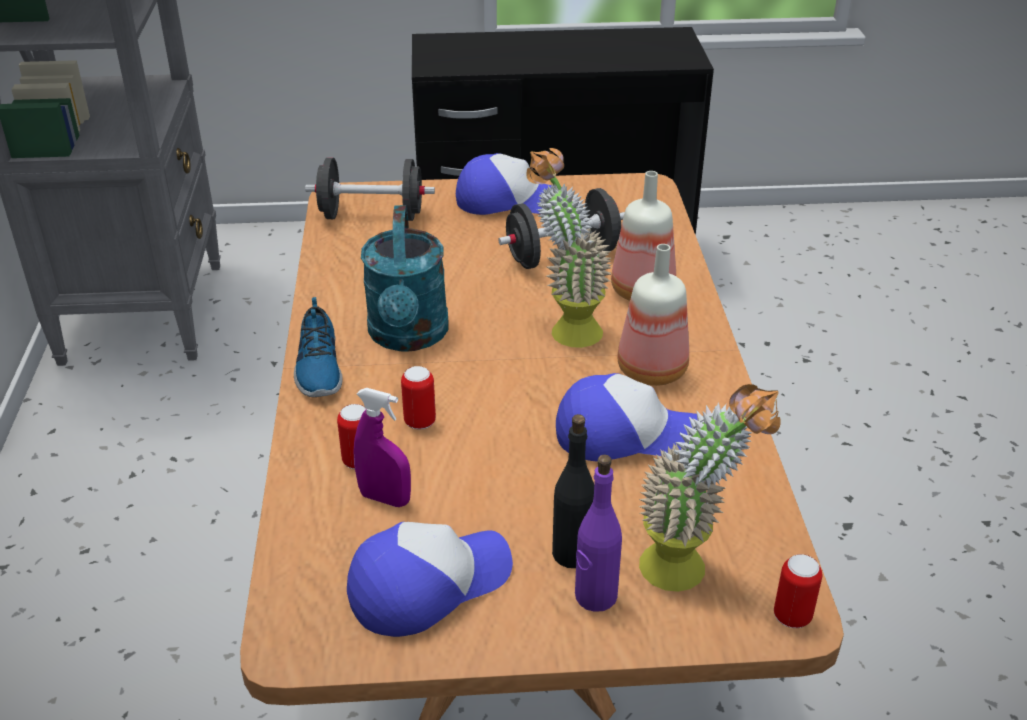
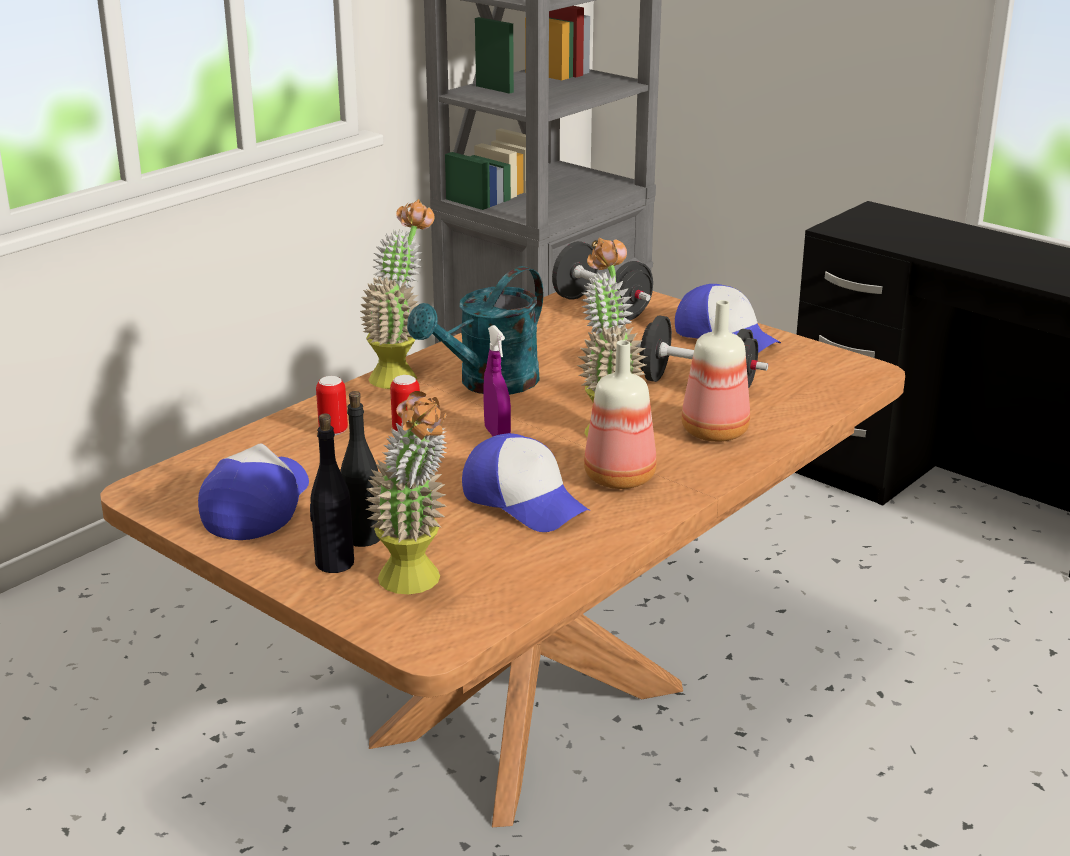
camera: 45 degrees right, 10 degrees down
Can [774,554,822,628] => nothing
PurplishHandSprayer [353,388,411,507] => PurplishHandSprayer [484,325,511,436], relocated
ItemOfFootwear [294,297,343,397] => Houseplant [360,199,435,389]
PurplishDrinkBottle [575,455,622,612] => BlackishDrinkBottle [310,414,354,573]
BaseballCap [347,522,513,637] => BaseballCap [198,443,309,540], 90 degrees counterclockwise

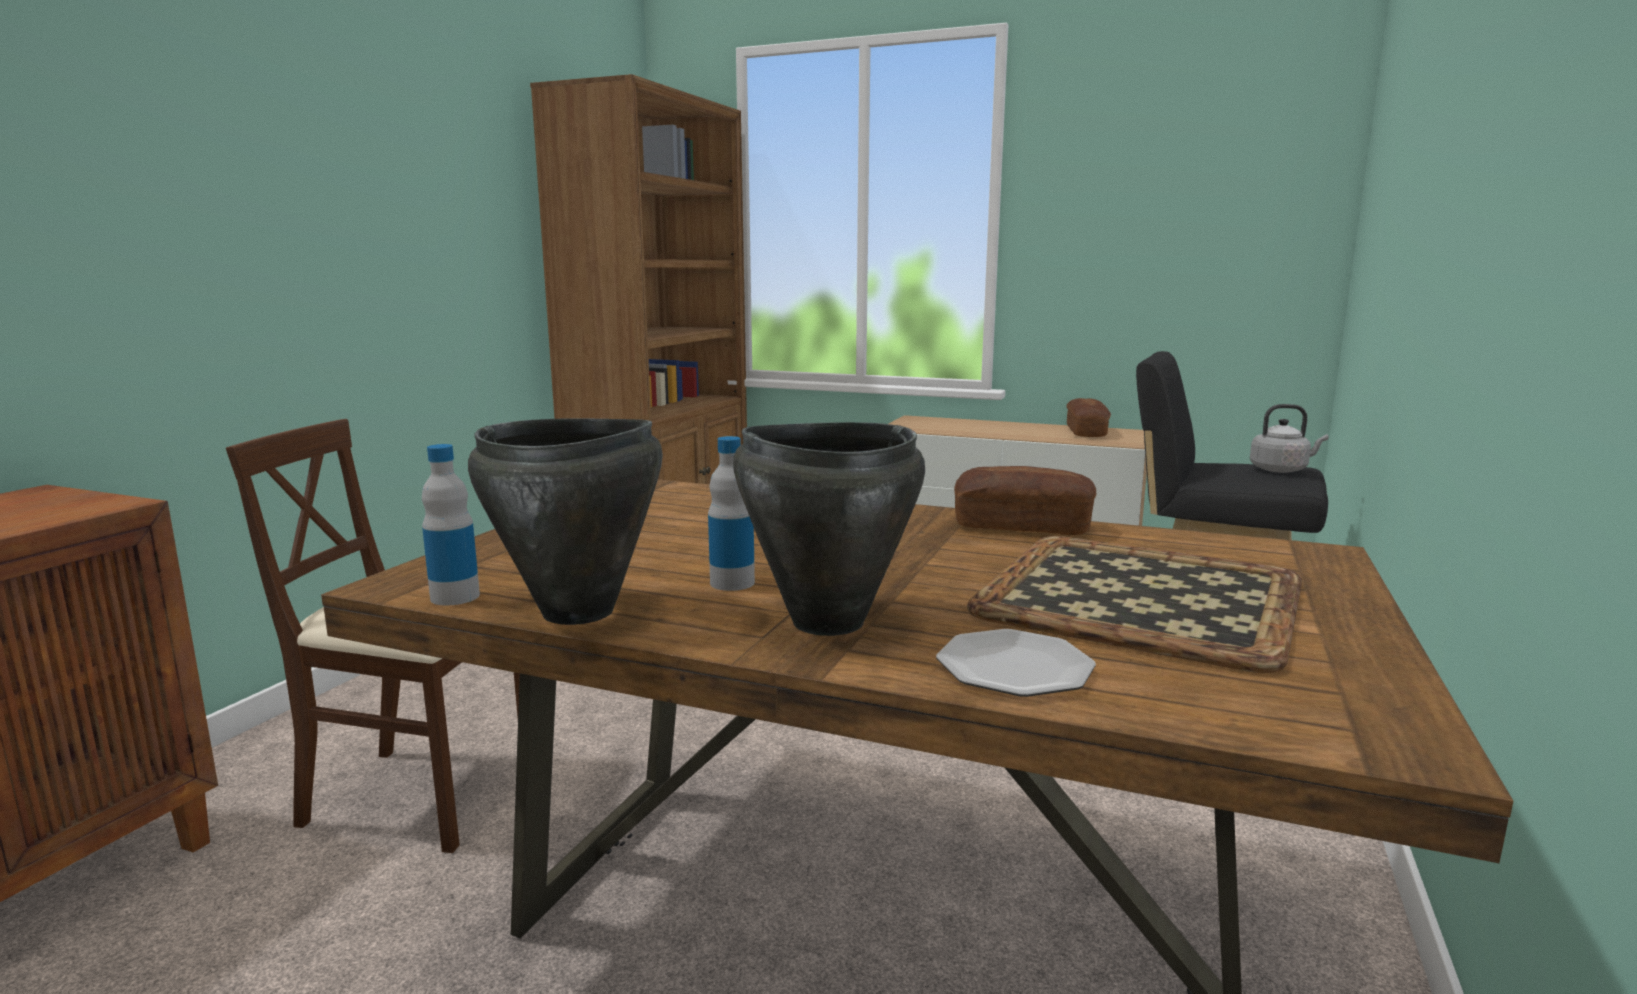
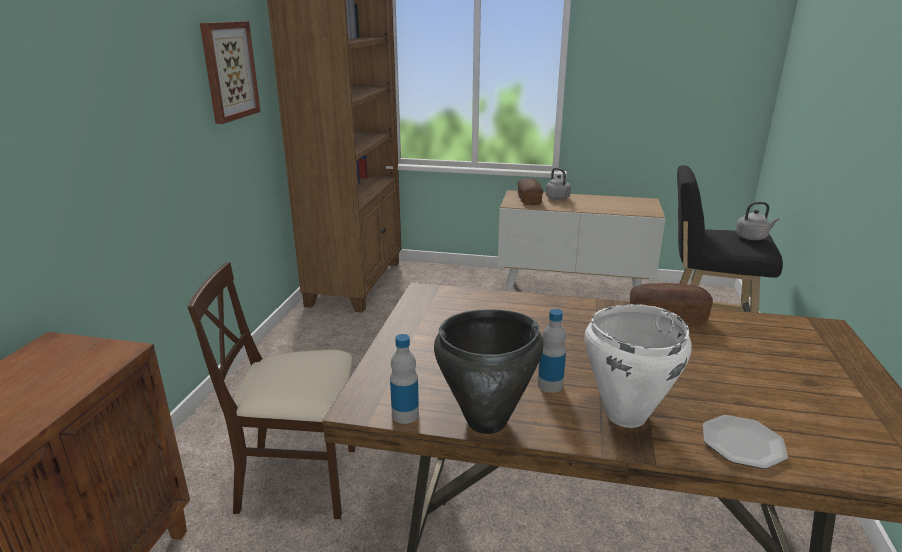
camera: 10 degrees left, 10 degrees up
Tray [967,536,1302,673] => nothing
nothing => Picture [200,21,261,124]
nothing => GreyishKettle [546,168,572,200]
BakedBread [1067,398,1111,437] => BakedBread [518,178,544,205], relocated
BlackishStockpot [733,422,925,636] => WhitishStockpot [585,304,692,428]

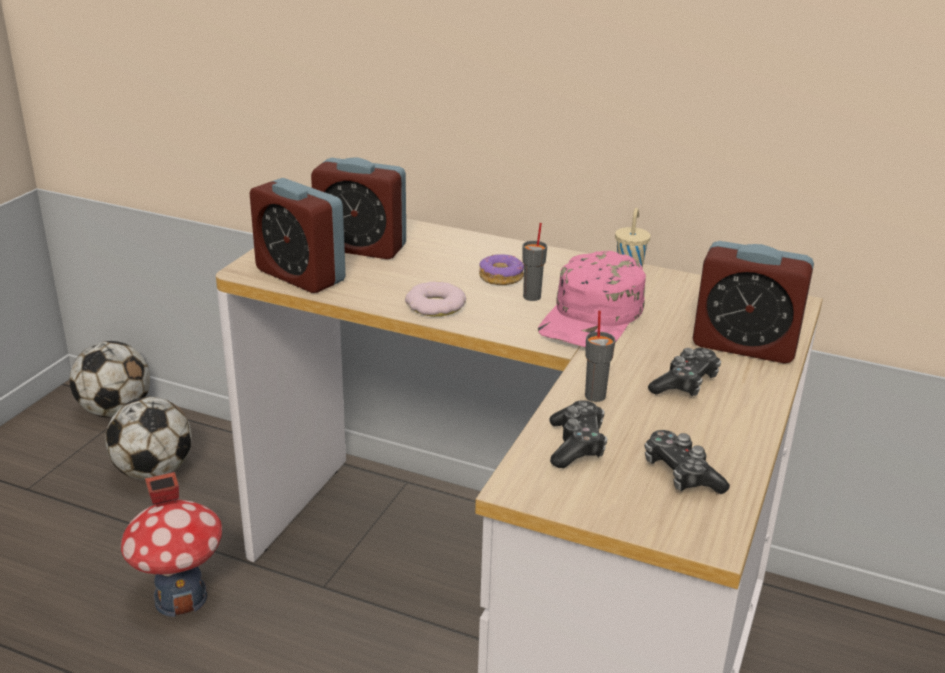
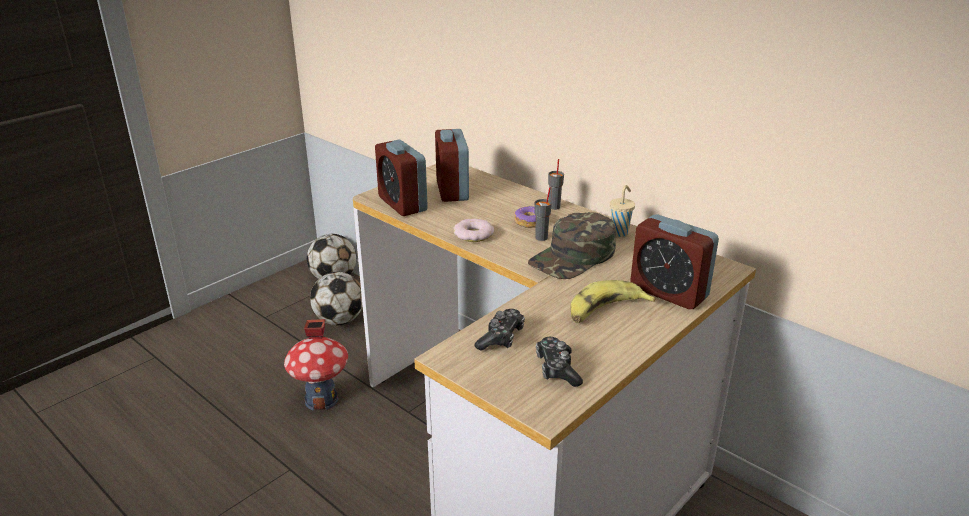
camera: 20 degrees right, 0 degrees up
GreyishCup [585,310,616,402] => GreyishCup [548,159,564,210], relocated
Gamepad [648,348,721,396] => WholeBanana [570,280,655,323]
PinkishBaseballCap [538,251,646,347] => GreenColouredBaseballCap [528,212,616,279]
TableClock [311,158,406,259] => TableClock [435,129,469,202], 45 degrees clockwise

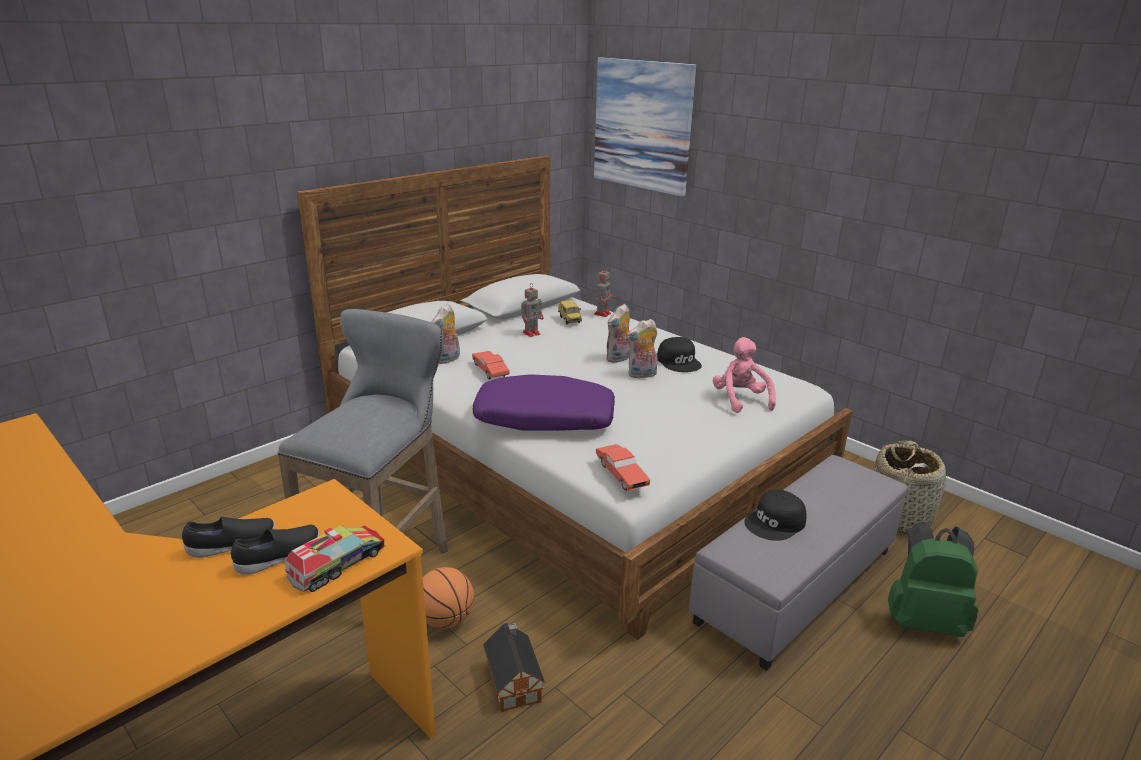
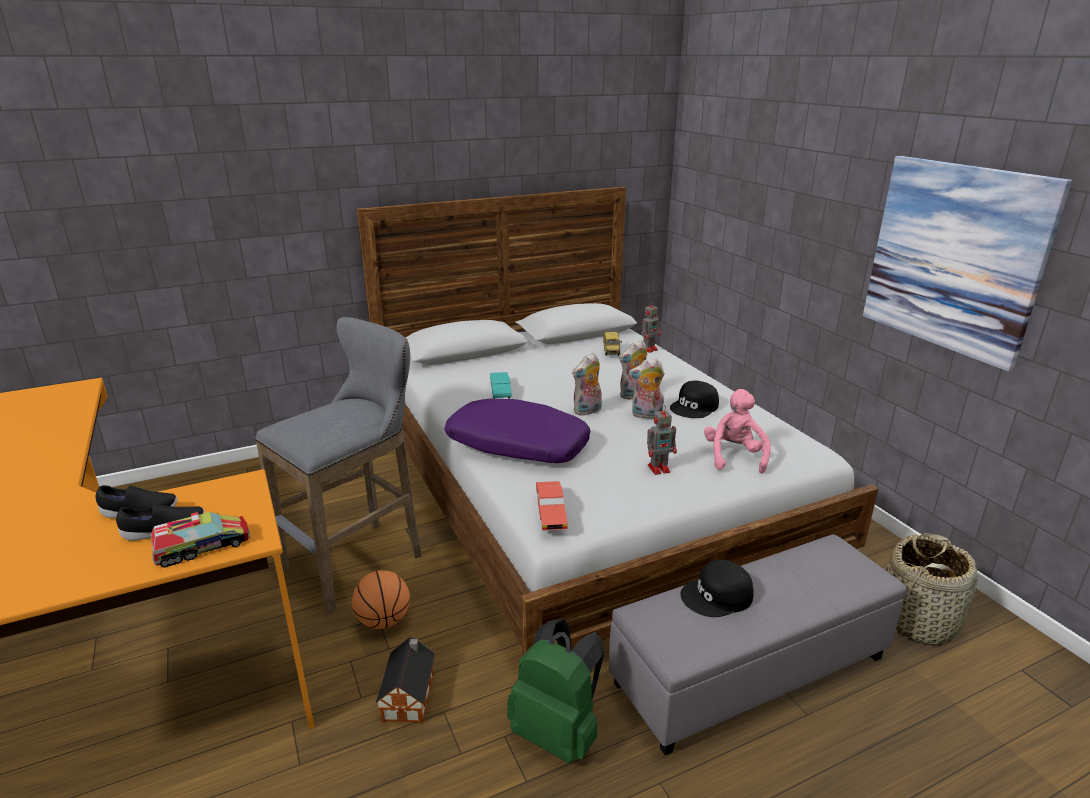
camera: 20 degrees right, 0 degrees up
SoftToy [432,304,460,364] => SoftToy [572,353,602,416], relocated
RobotFigure [521,284,544,337] => RobotFigure [647,405,677,475], relocated
Picture [594,57,696,196] => Picture [863,156,1072,371], relocated
GreenColouredKnapsack [888,521,978,637] => GreenColouredKnapsack [507,618,604,764], relocated
ReddishModelCar [472,351,509,379] => TurquoiseColouredModelCar [490,372,512,399]
BlackishBaseballCap [657,337,702,372] => BlackishBaseballCap [670,381,719,418], 45 degrees clockwise

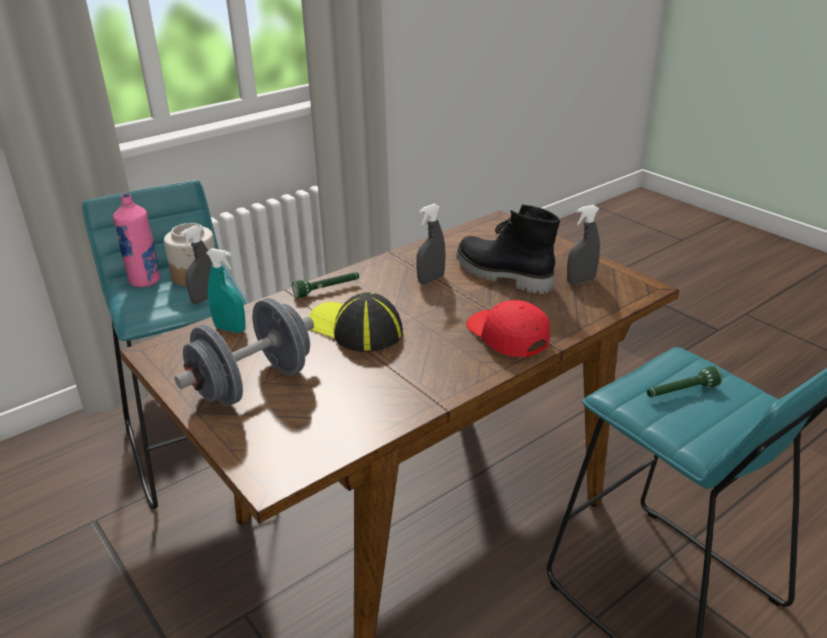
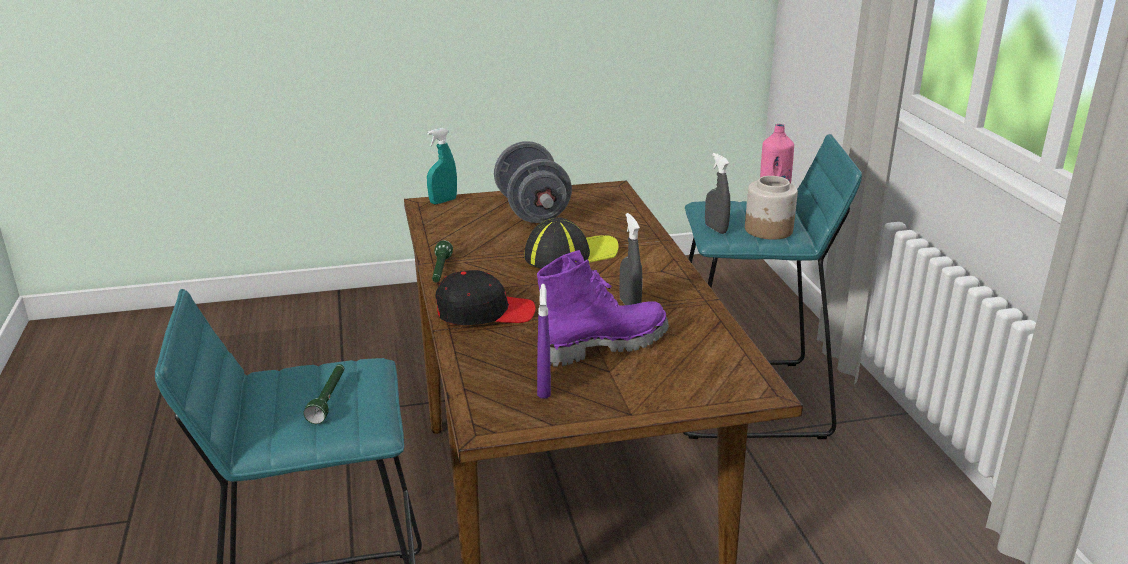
camera: 115 degrees right, 5 degrees down
TurquoiseColouredHandSprayer [206,248,246,333] => TurquoiseColouredHandSprayer [427,128,457,204], relocated
GreenColouredTorch [292,272,359,298] => GreenColouredTorch [432,240,453,283], relocated
BlackishBoot [456,204,560,294] => PurplishBoot [537,250,669,367]
ReddishBaseballCap [466,300,550,357] => BlackishBaseballCap [435,270,536,325]
GreyishHandSprayer [567,205,600,285] => PurplishHandSprayer [537,284,551,398]

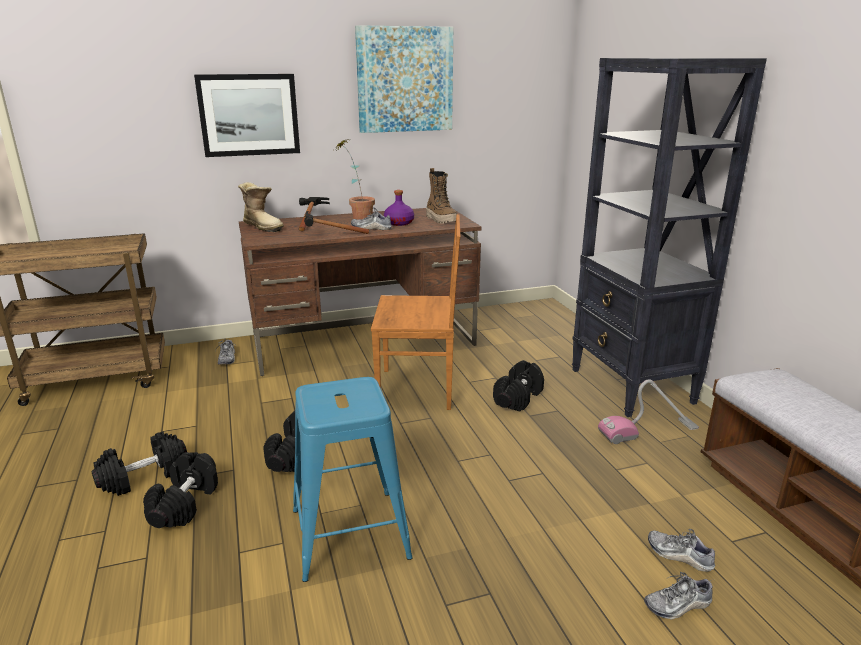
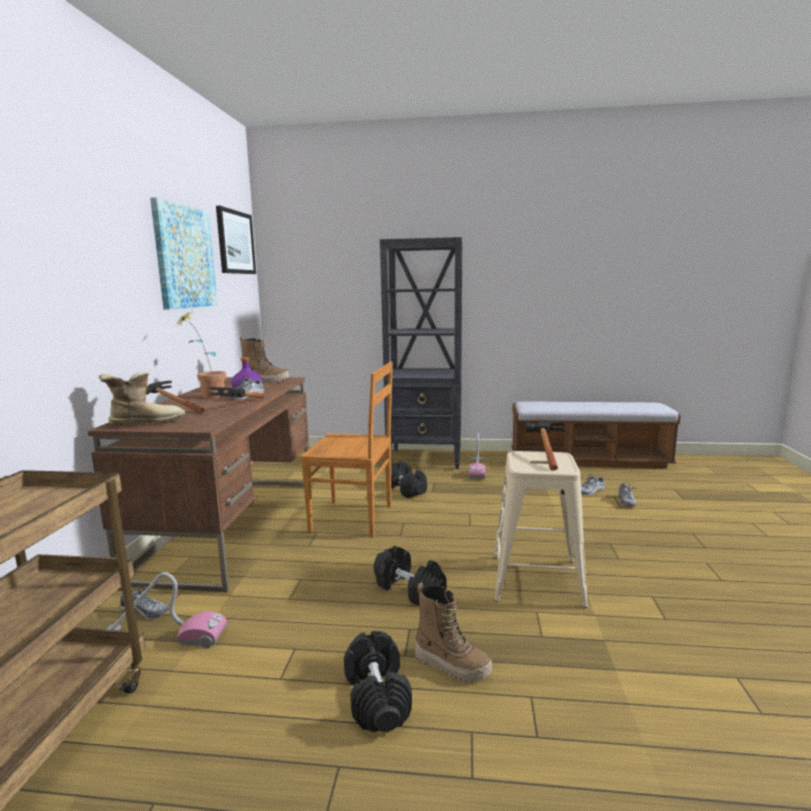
camera: 65 degrees left, 10 degrees down
nothing => Hoover [106,572,227,648]
nothing => HandHammer [525,422,565,470]
Picture [194,74,300,157] => Picture [216,206,256,274], relocated
BlackishHandWeight [143,452,218,528] => Boot [415,582,492,683]
BluishStool [293,377,413,582] => SandColouredStool [493,451,588,608]
BrownColouredChair [371,214,460,410] => BrownColouredChair [300,362,393,538], 75 degrees clockwise

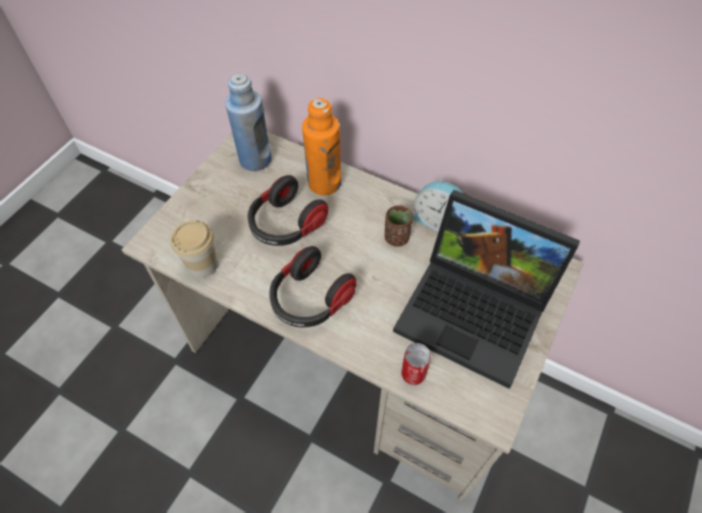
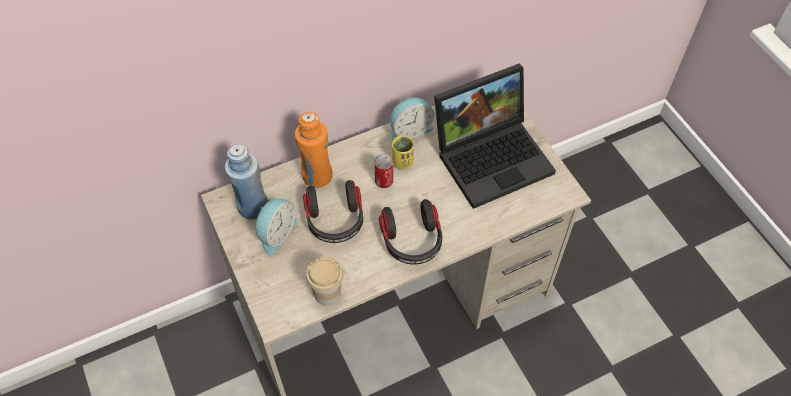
camera: 55 degrees left, 0 degrees up
nothing => TableClock [255,199,297,256]
Can [401,343,431,385] => Can [374,154,393,188], relocated
BrownColouredCup [385,205,413,247] => YellowCup [392,136,414,170]

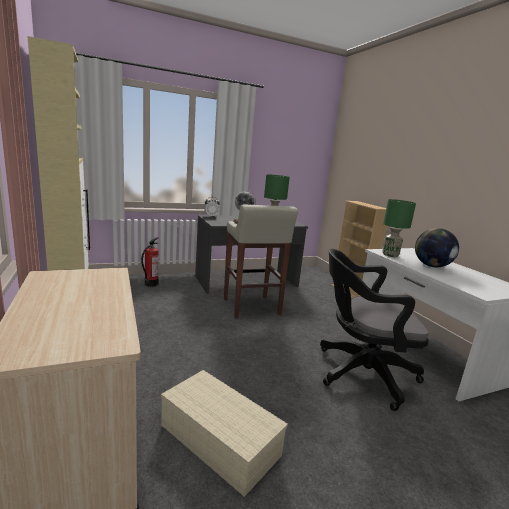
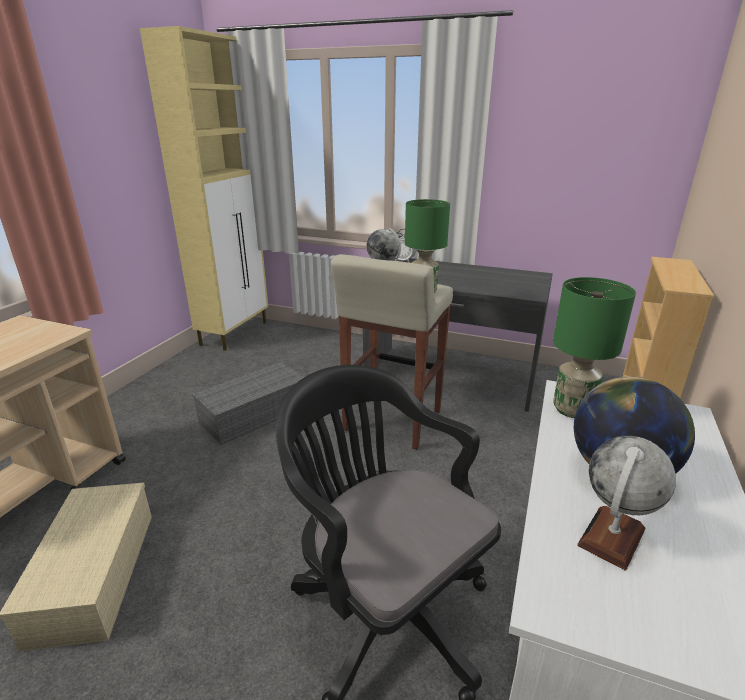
camera: 45 degrees right, 10 degrees up
FireFightingCylinder [141,237,159,287] => nothing
nothing => GreyishStorageBin [192,362,304,445]
nothing => Globe [577,436,676,570]

